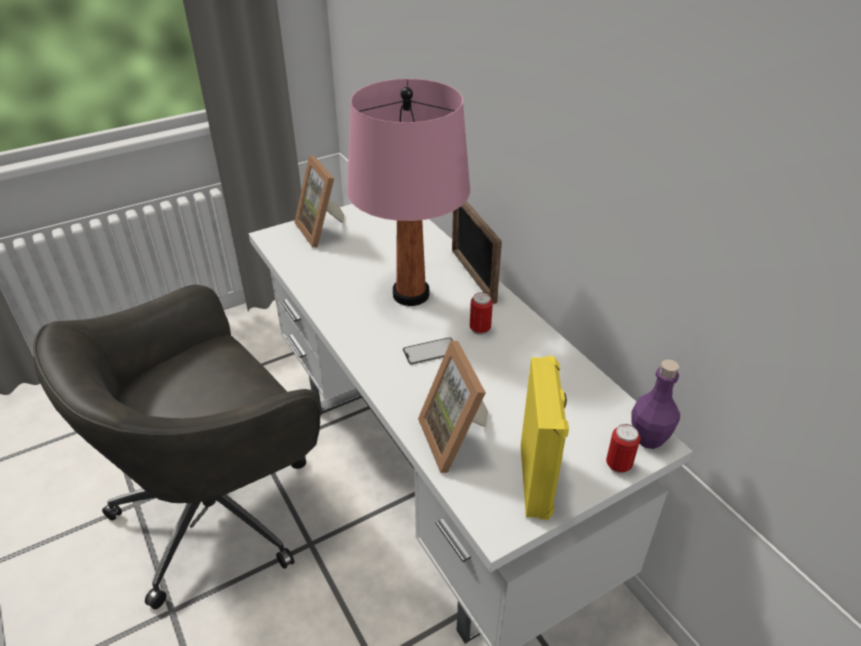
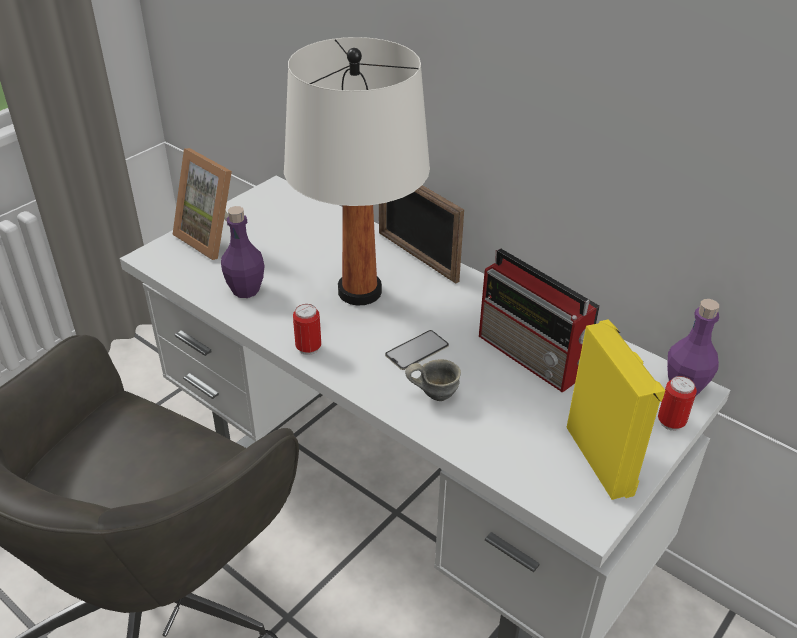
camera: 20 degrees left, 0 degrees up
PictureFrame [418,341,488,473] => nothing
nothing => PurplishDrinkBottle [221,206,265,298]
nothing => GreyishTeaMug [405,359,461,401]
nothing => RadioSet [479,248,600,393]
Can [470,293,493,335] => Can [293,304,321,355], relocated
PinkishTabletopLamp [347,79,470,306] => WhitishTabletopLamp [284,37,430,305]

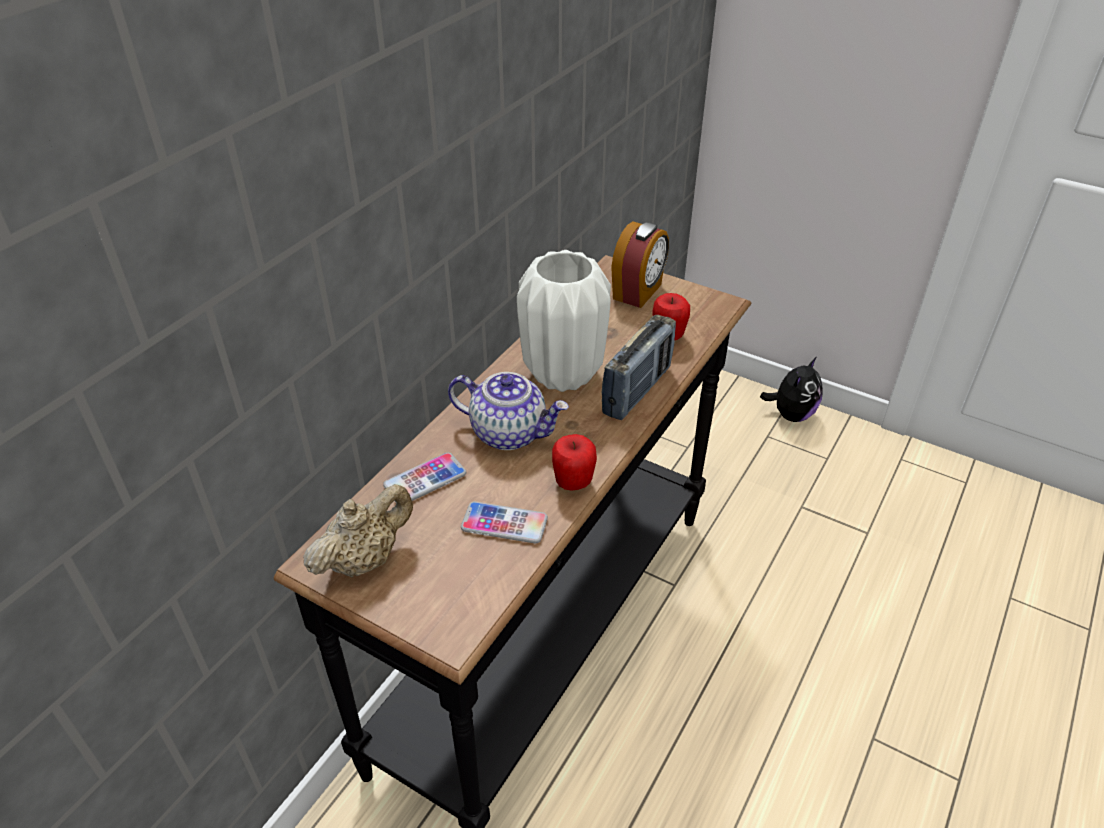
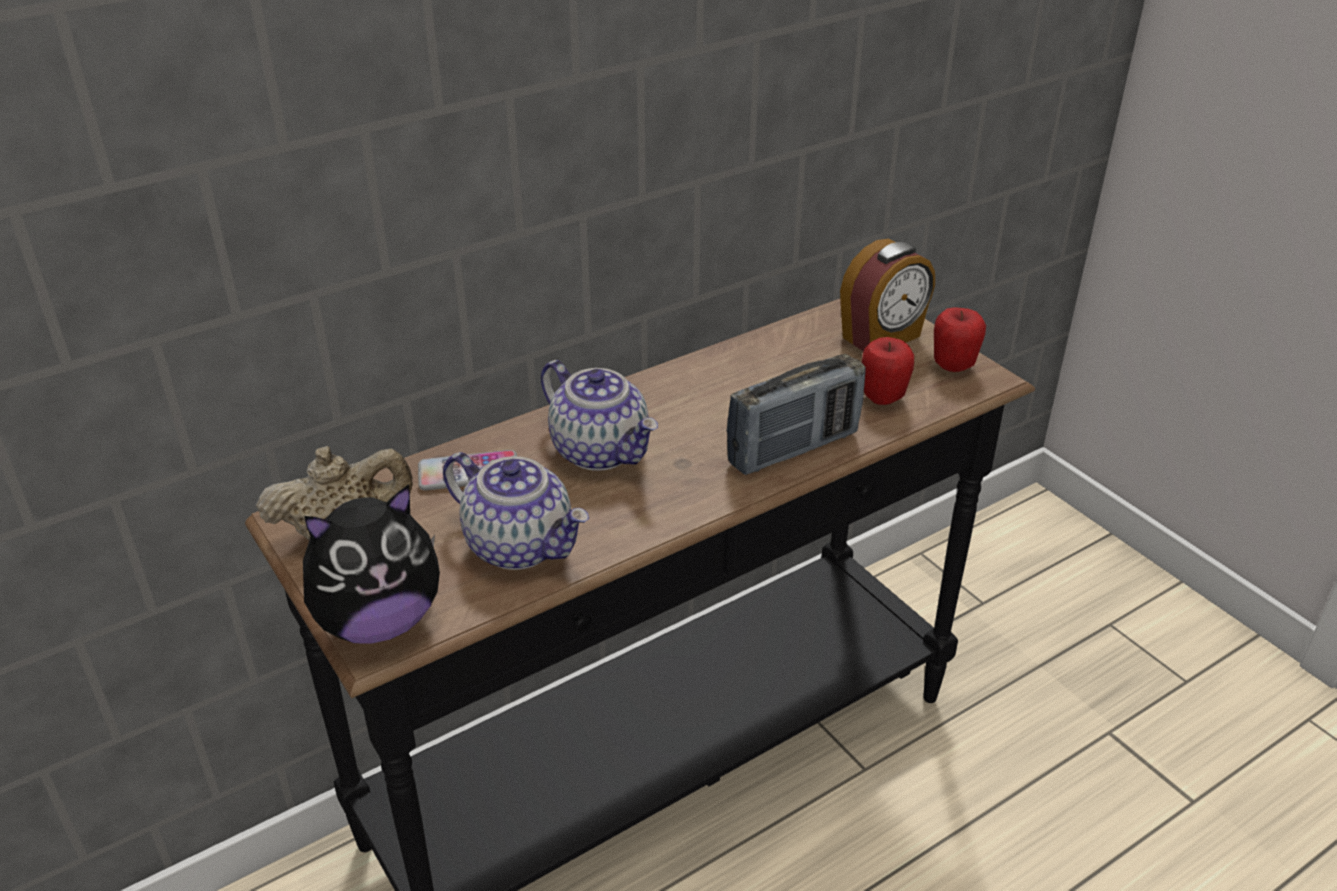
camera: 25 degrees right, 5 degrees down
WhitishVase [517,250,611,392] => nothing
AppleFruit [552,434,597,491] => AppleFruit [934,307,986,372], relocated
SoftToy [760,357,823,422] => SoftToy [303,484,440,644], relocated
Telephone [461,501,548,543] => TeaPot [443,452,589,570]

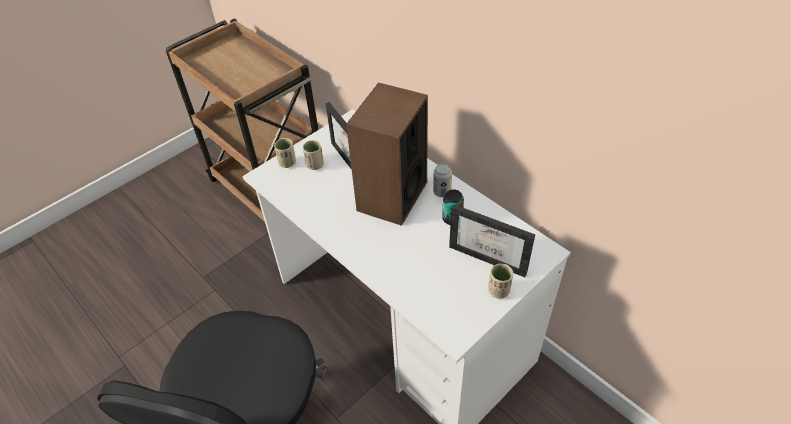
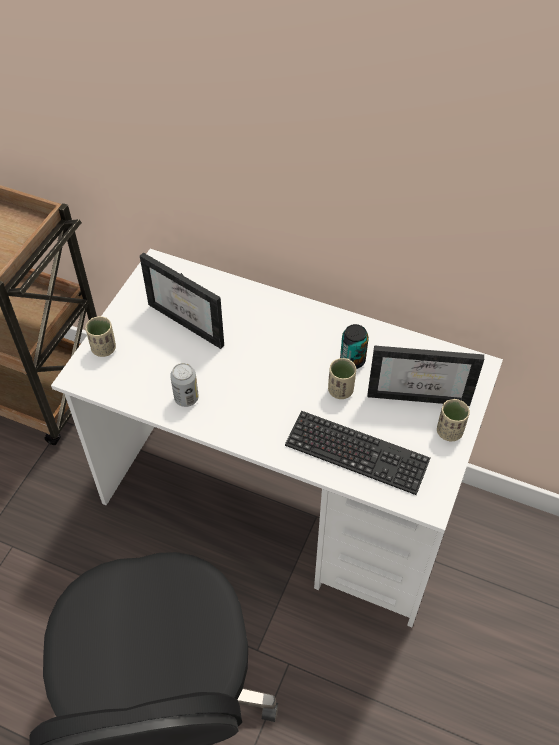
camera: 25 degrees left, 5 degrees up
Loudspeaker [346,83,428,226] => nothing
nothing => ComputerKeyboard [285,411,431,495]
SandColouredCup [303,140,324,170] => SandColouredCup [328,358,356,399], relocated
Can [433,164,452,197] => Can [170,363,199,407], relocated

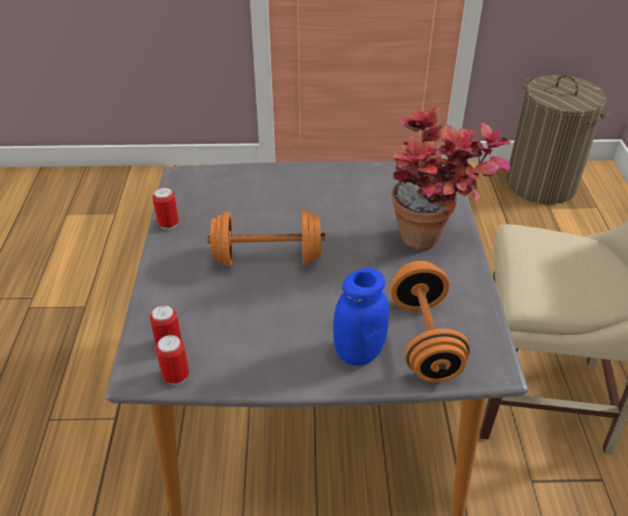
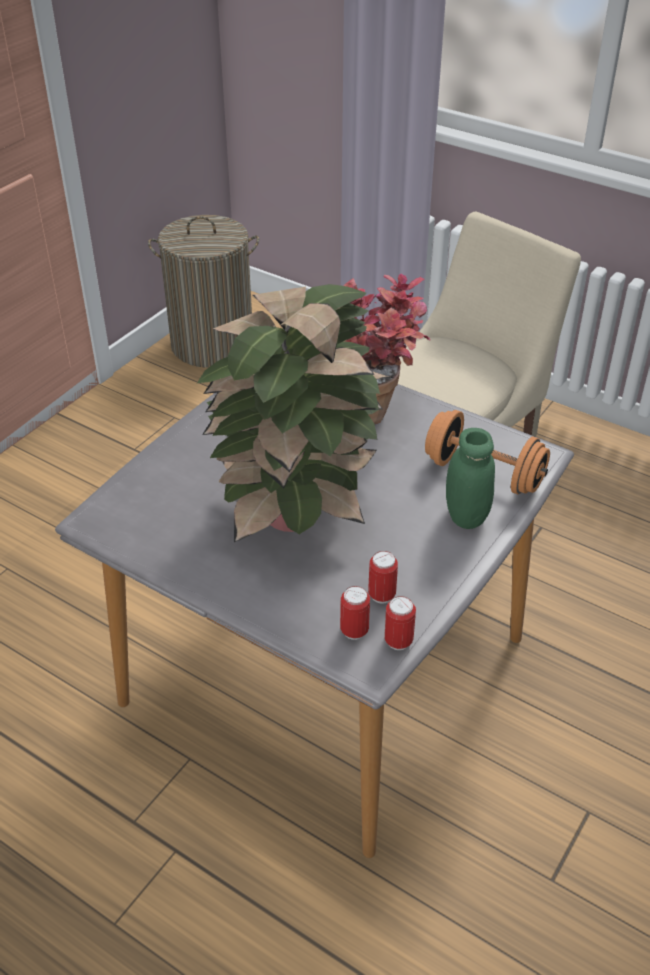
camera: 55 degrees left, 0 degrees up
Can [152,187,179,230] => Can [368,551,398,604], relocated
OrangeHandWeight [207,210,325,266] => Houseplant [197,284,393,542]
BluishJar [333,268,389,366] => GreenColouredJar [446,428,495,529]

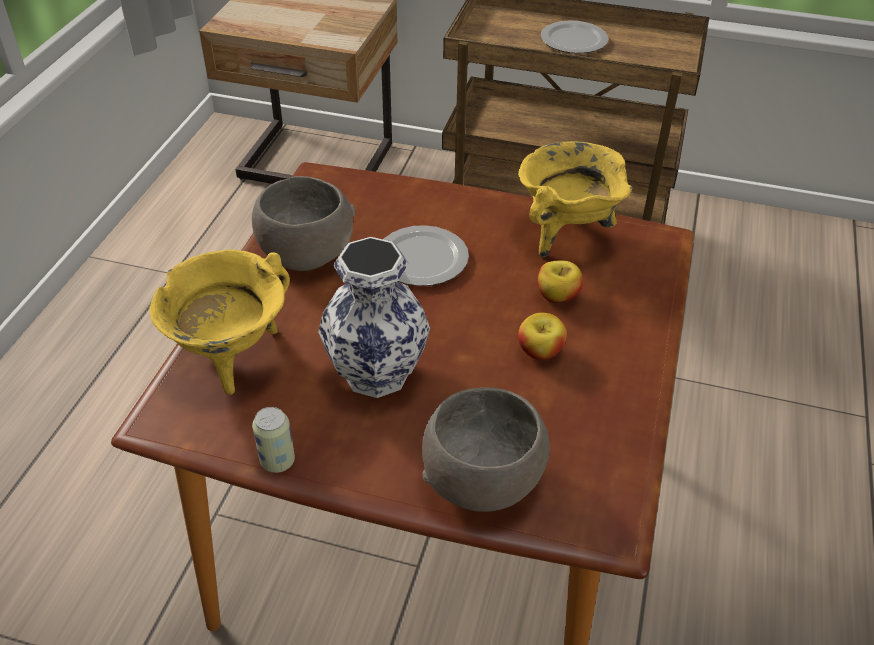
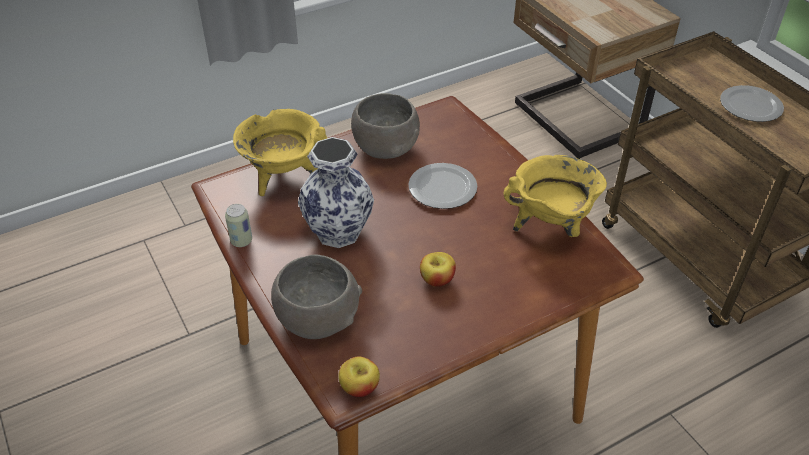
camera: 45 degrees right, 0 degrees up
AppleFruit [537,260,583,303] => AppleFruit [338,357,380,397], relocated

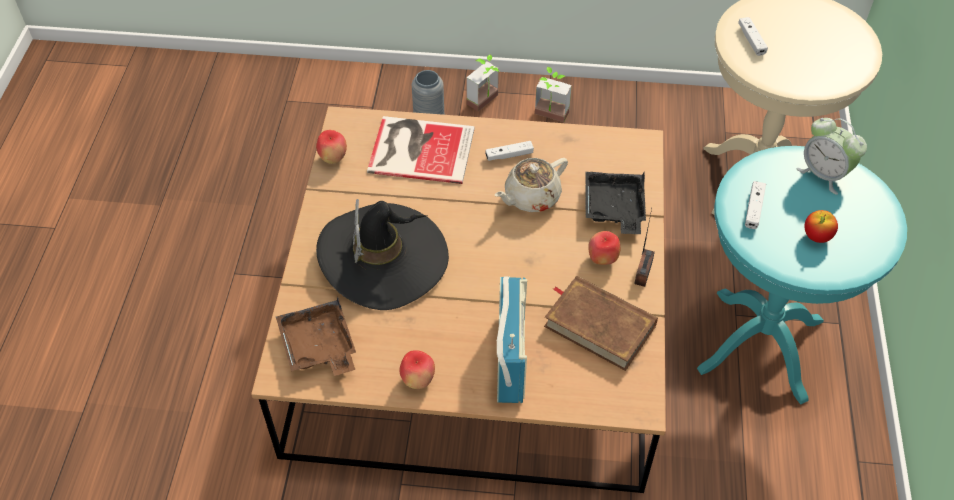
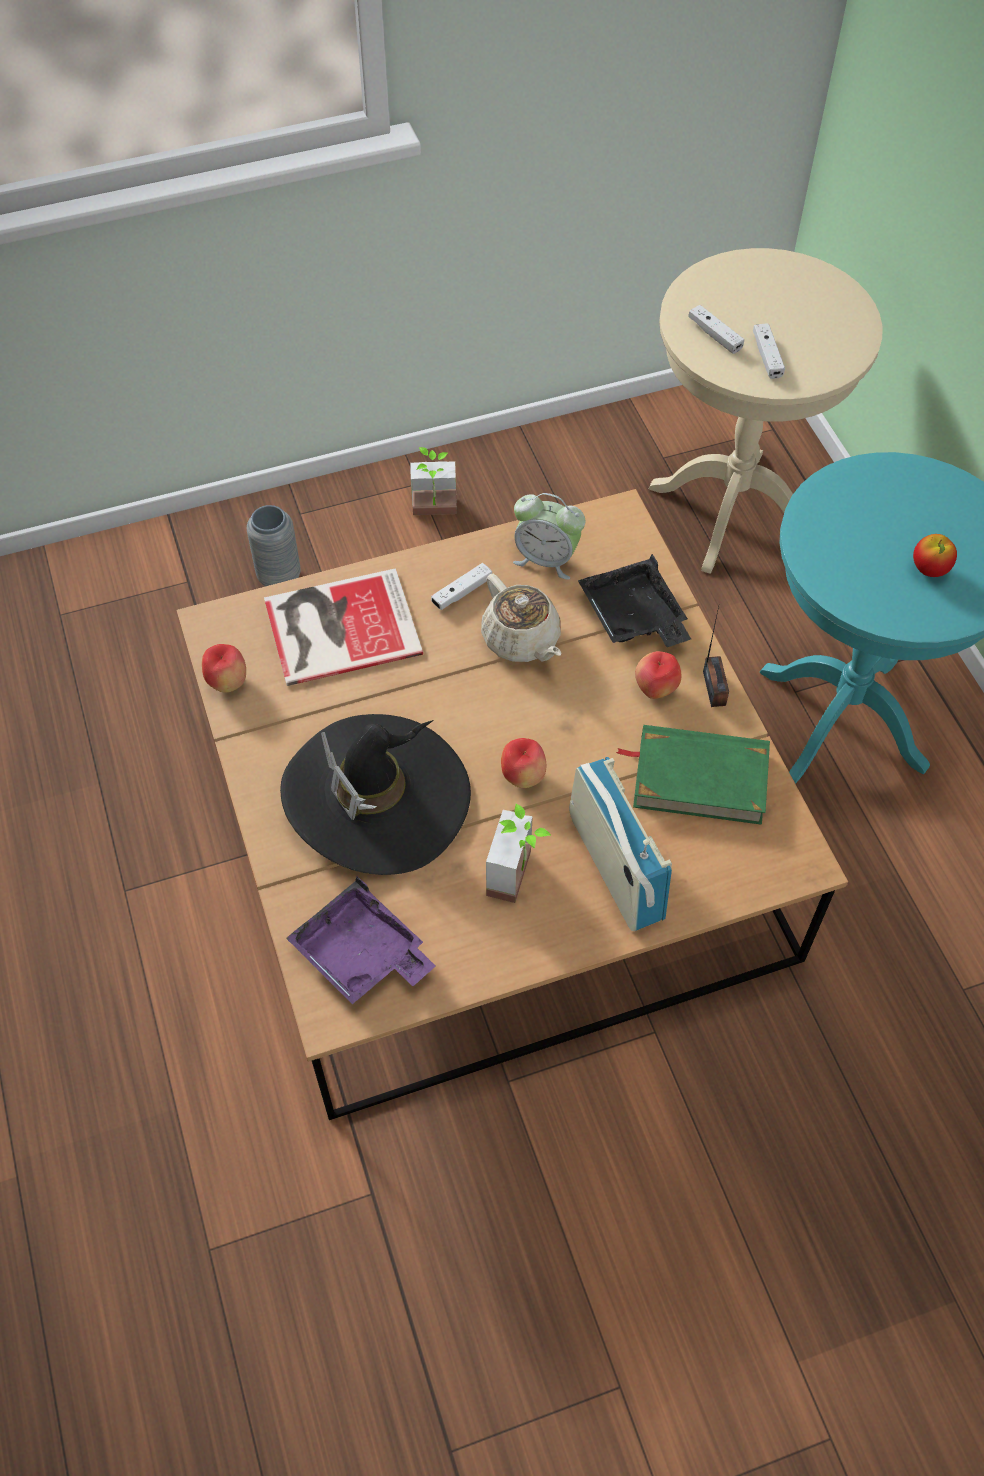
camera: 25 degrees left, 5 degrees up
AppleFruit [399,350,435,389] => AppleFruit [501,738,546,788], relocated
Houseplant [466,55,499,111] => Houseplant [486,804,551,903], relocated
WhitishGamepad [745,181,766,229] => WhitishGamepad [753,323,785,379], relocated
TableClock [796,118,867,195] => TableClock [513,493,585,580], relocated
BrownColouredTray [276,297,356,376] => PurplishTray [286,876,436,1004]
BrownColouredBoundBook [544,276,658,371] => GreenColouredBoundBook [616,725,770,825]
SandColouredTeaPot [495,158,568,212] => SandColouredTeaPot [481,574,561,662], 60 degrees counterclockwise

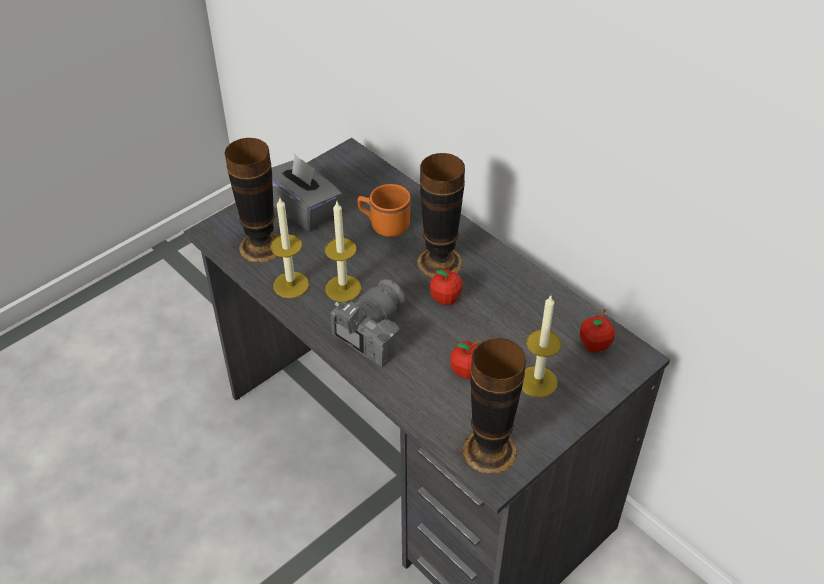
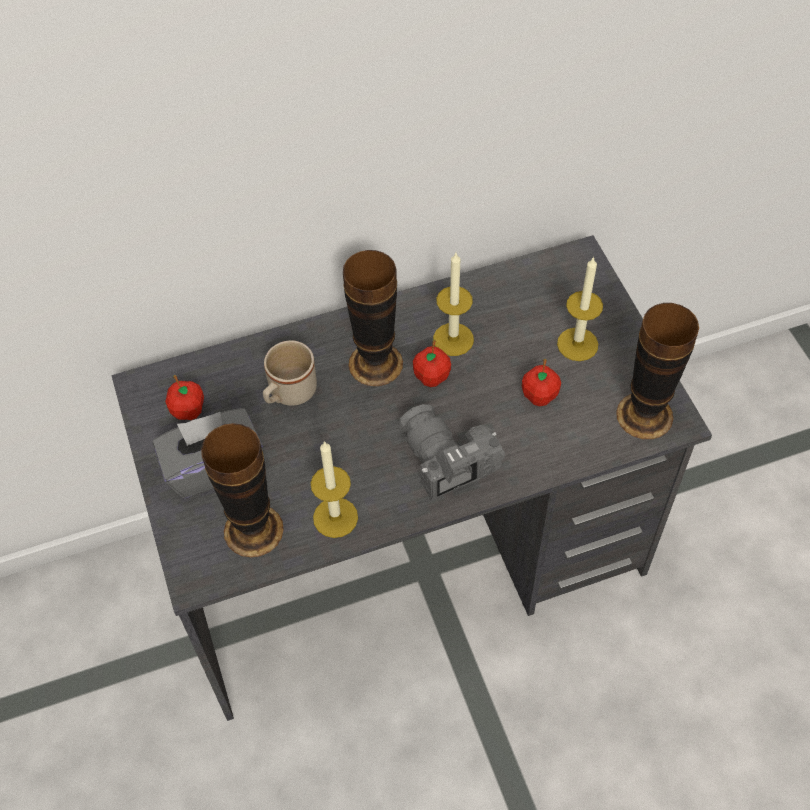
camera: 65 degrees left, 10 degrees up
WaxCandle [325,202,361,302] => WaxCandle [433,253,474,356], relocated
AppleFruit [580,309,615,353] => AppleFruit [165,375,204,420], relocated
OrangeTeaMug [358,184,411,237] => SandColouredTeaMug [263,340,317,406]

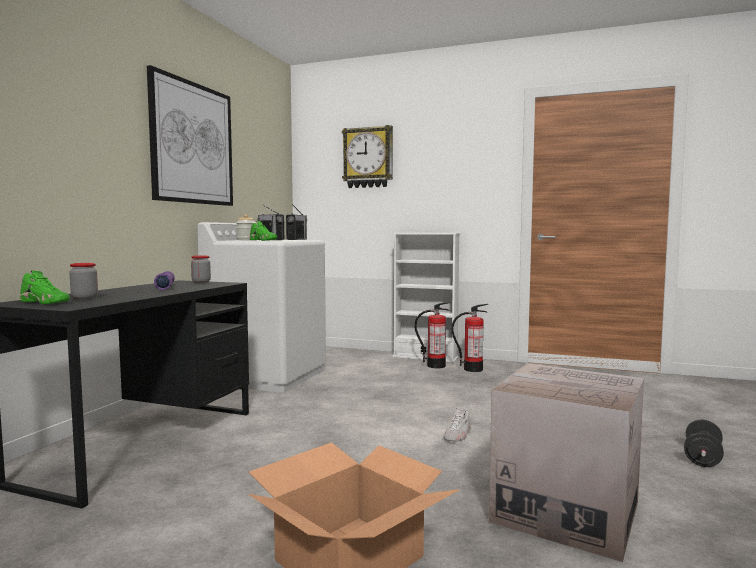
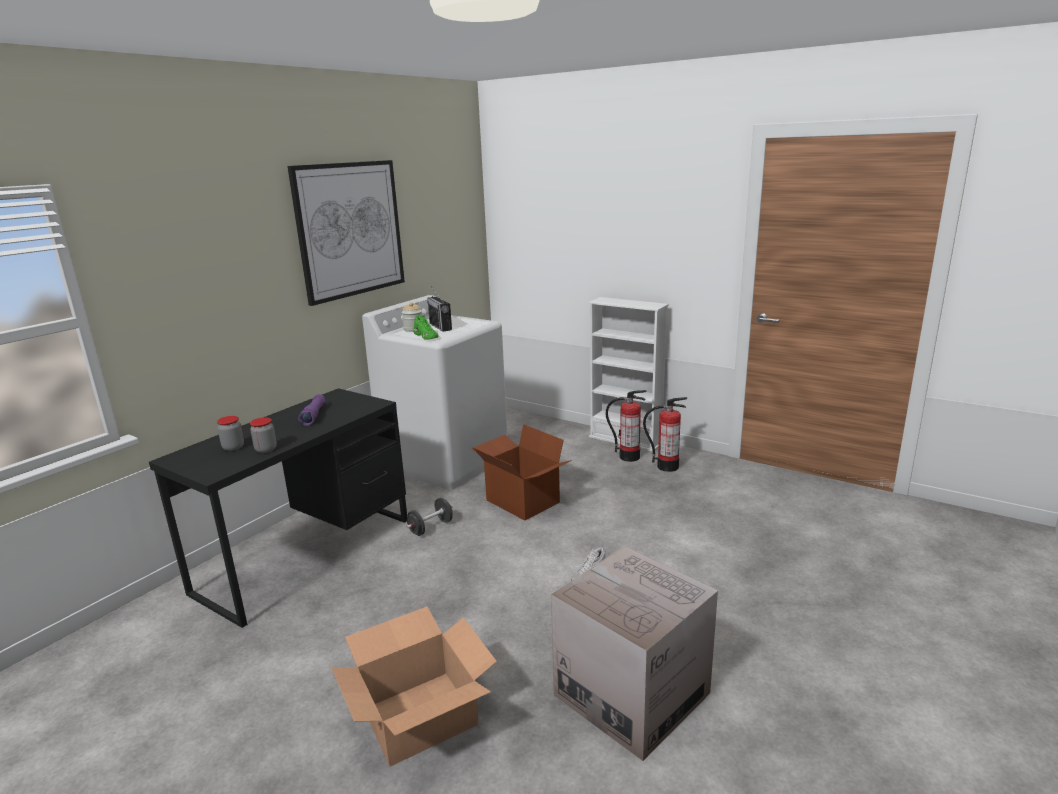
camera: 15 degrees right, 15 degrees up
GreenColouredItemOfFootwear [19,270,70,304] => nothing
RadioSet [286,204,307,240] => nothing
ClockOnTheWall [342,125,393,188] => nothing
nothing => PackingBox [472,424,572,521]
Jar [191,255,211,283] => Jar [250,417,277,453], relocated
BlackishHandWeight [684,419,724,467] => BlackishHandWeight [406,498,453,536], relocated

